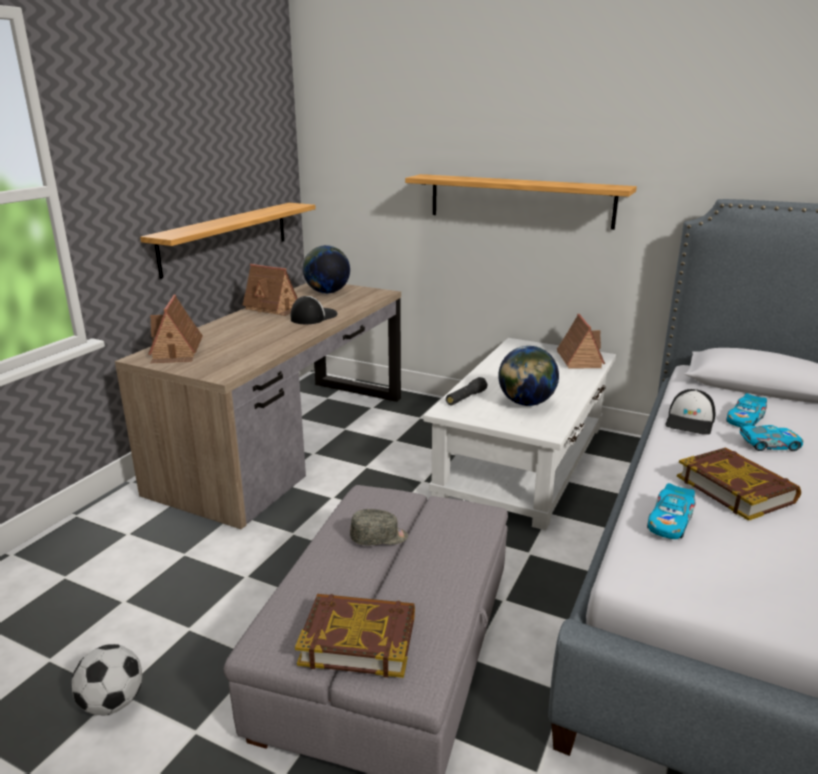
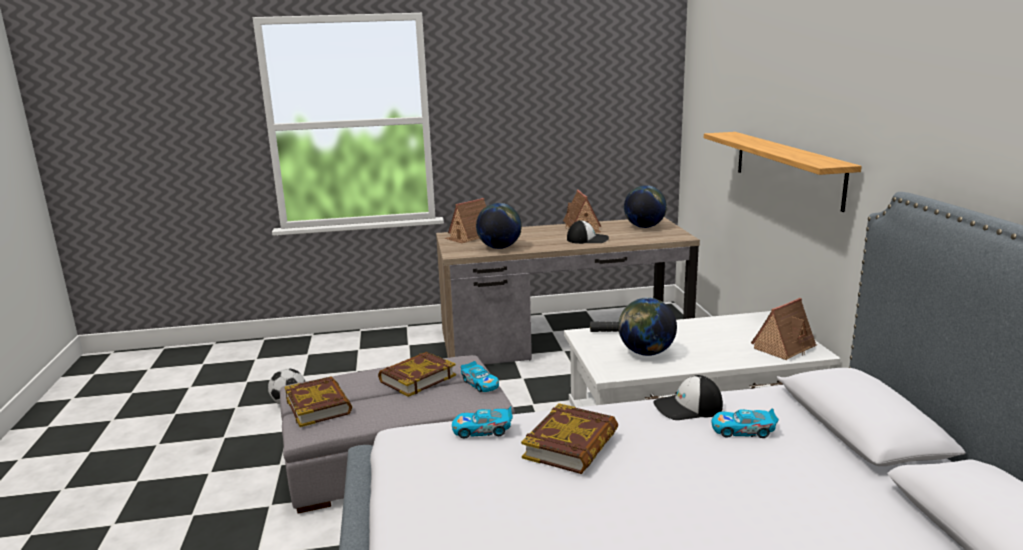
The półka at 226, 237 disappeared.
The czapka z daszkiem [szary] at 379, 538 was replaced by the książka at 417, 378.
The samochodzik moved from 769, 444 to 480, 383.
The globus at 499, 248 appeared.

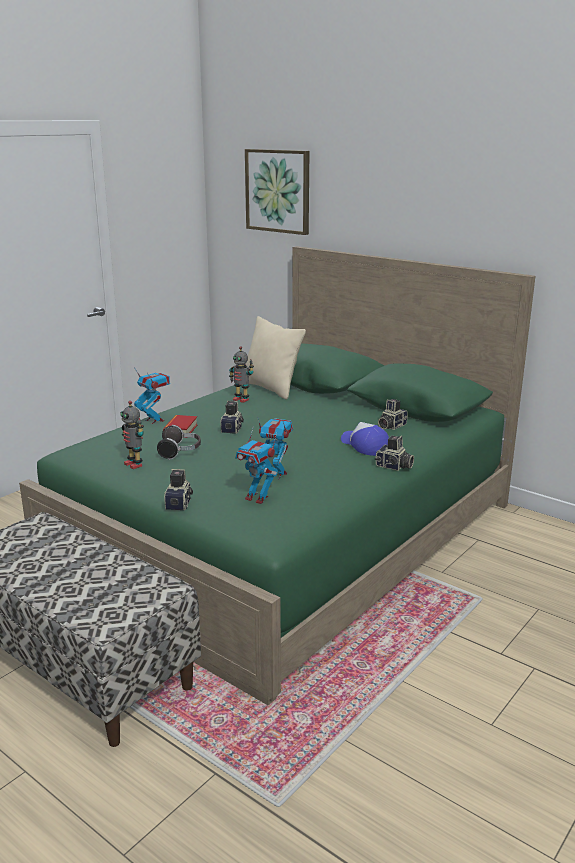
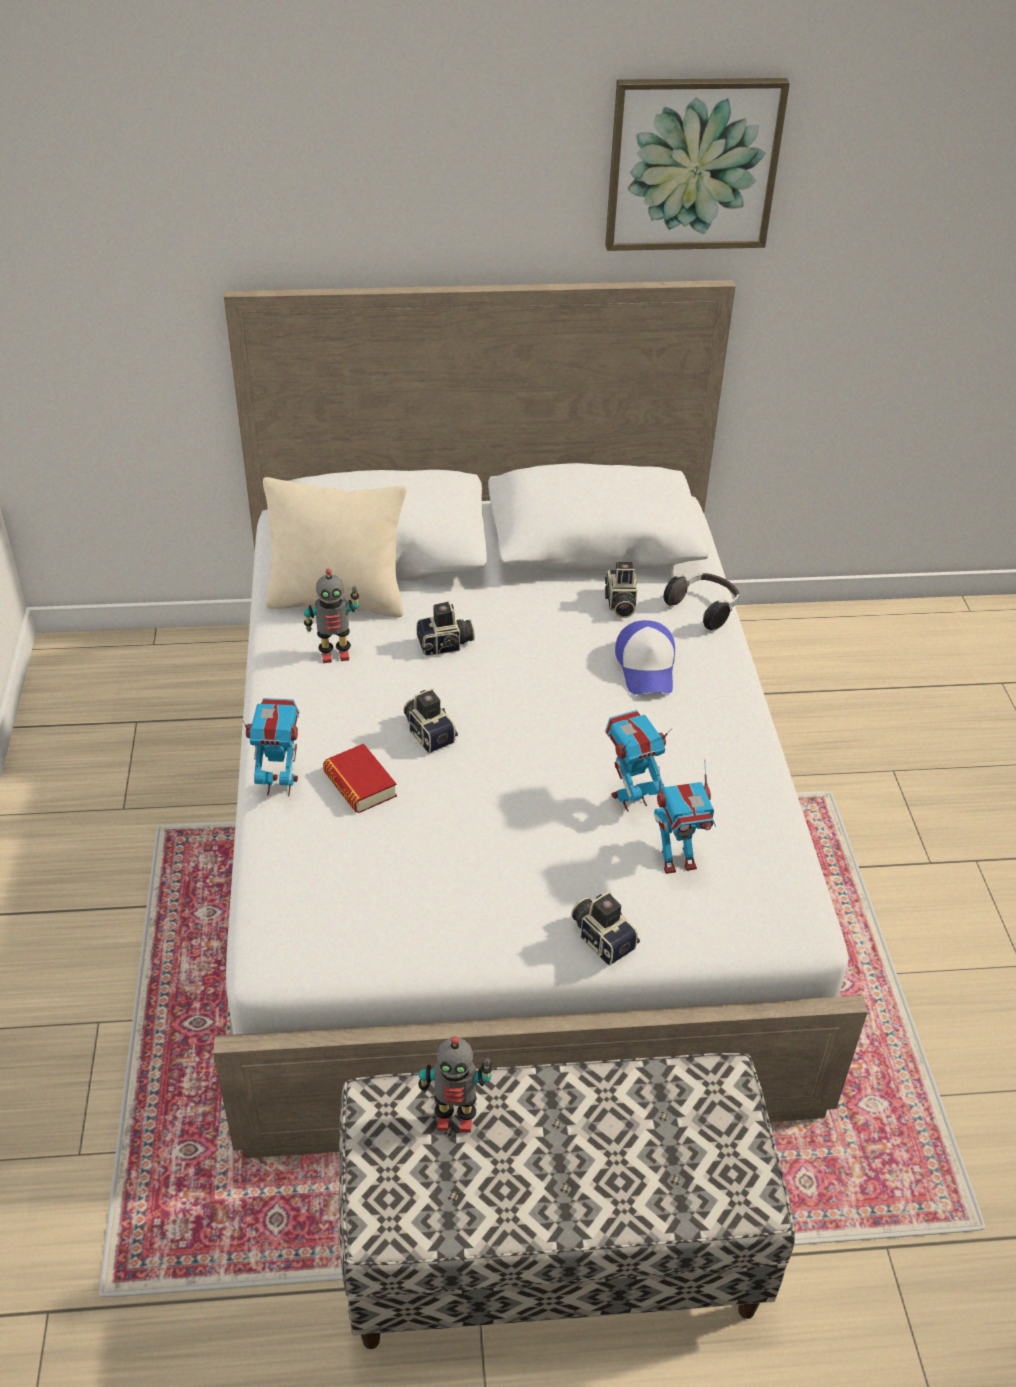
The łóżko [zielony] at 289, 535 became the łóżko [biały] at 505, 834.
The robot zabawkowy moved from 134, 464 to 455, 1118.
The słuchawki moved from 180, 452 to 704, 609.
The obraz moved from 278, 191 to 692, 164.
The czapka z daszkiem at 364, 445 turned 105 degrees counterclockwise.
The aparat fotograficzny moved from 394, 466 to 446, 645.

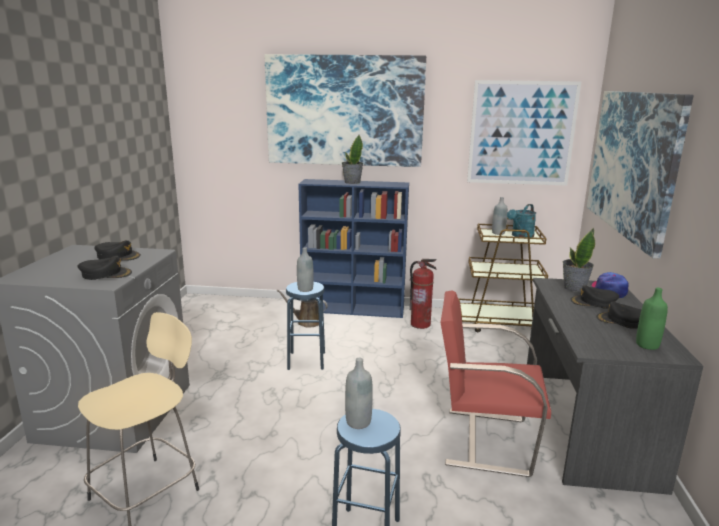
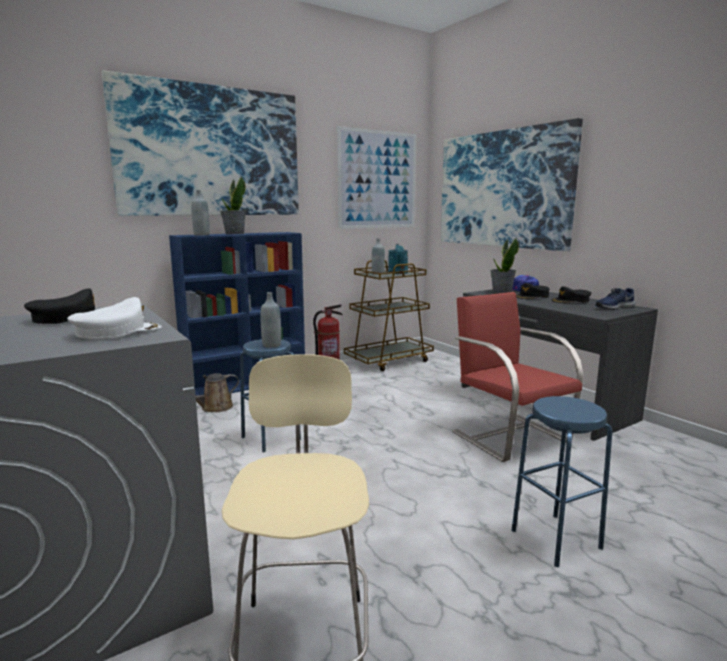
The czapka z daszkiem [czarny] at 106, 274 became the czapka z daszkiem [biały] at 117, 331.
The butelka [szary] moved from 358, 422 to 201, 235.
The krzesło [czerwony] at 484, 440 turned 90 degrees clockwise.
The butelka [zielony] at 647, 345 was replaced by the but [niebieski] at 613, 307.

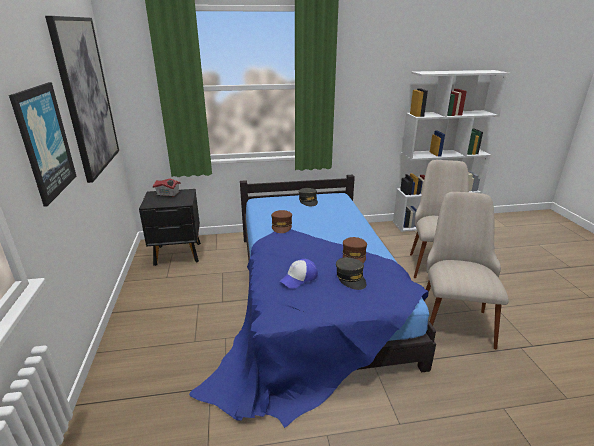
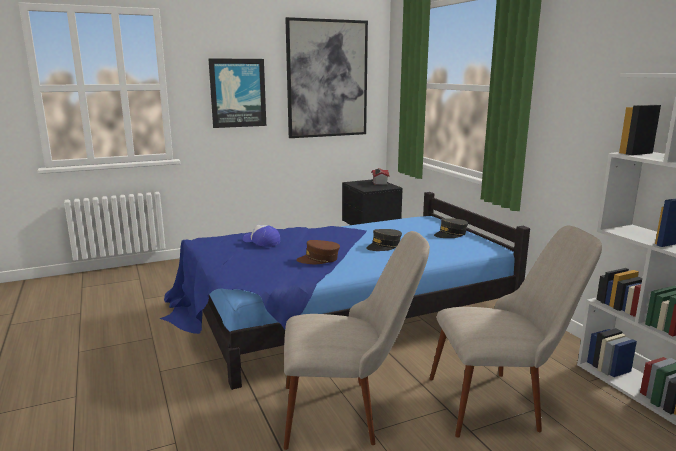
The czapka z daszkiem [brązowy] at 281, 226 disappeared.
The czapka z daszkiem [szary] moved from 351, 278 to 384, 246.

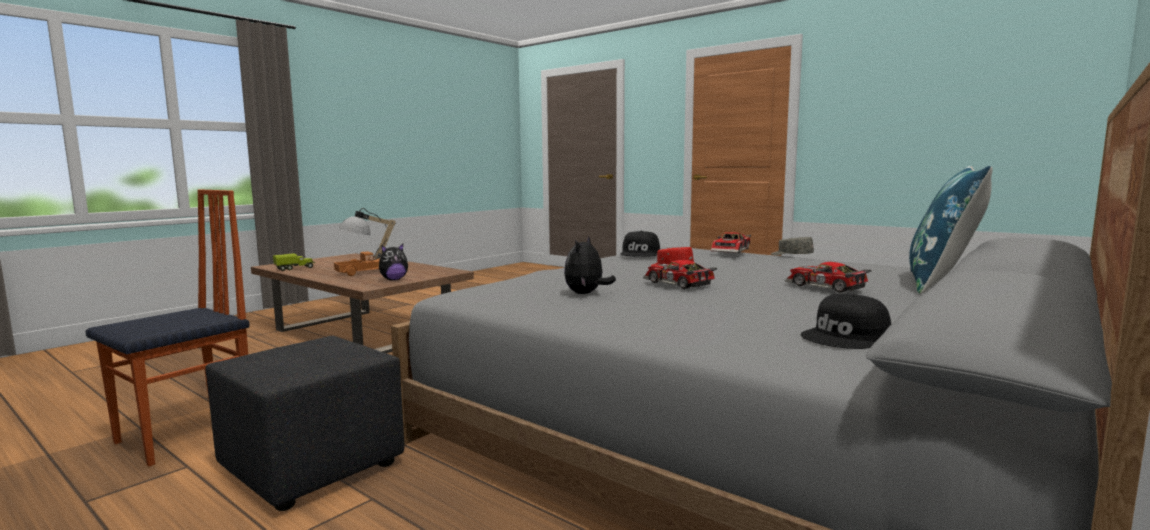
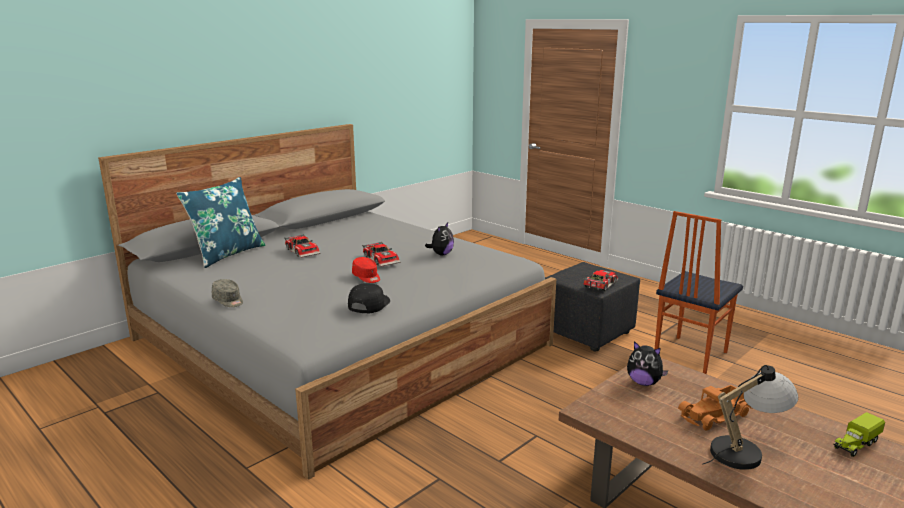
The pluszak at 393, 280 turned 120 degrees counterclockwise.
The samochodzik moved from 732, 250 to 599, 284.
The czapka z daszkiem [czarny] at 847, 337 disappeared.

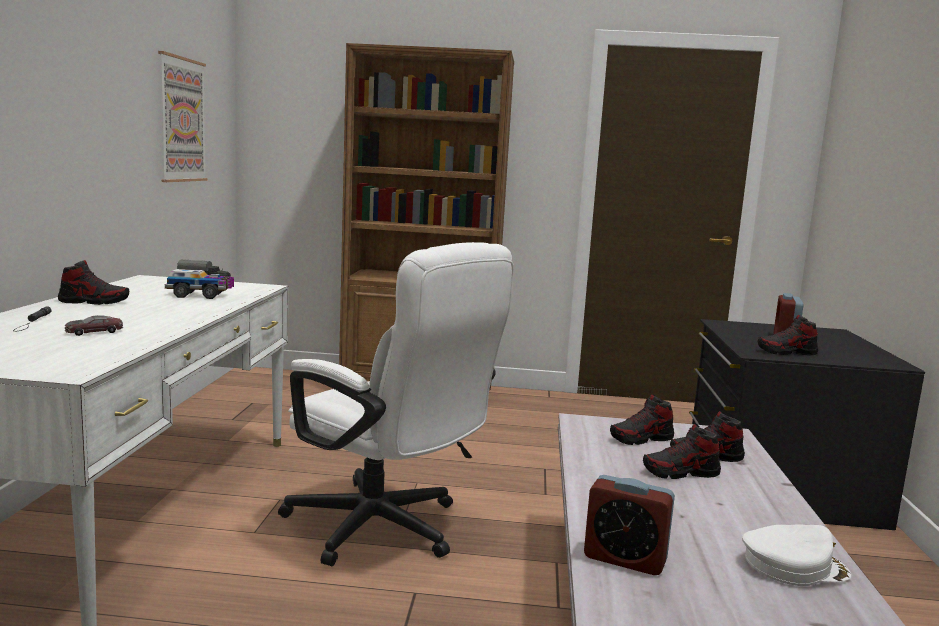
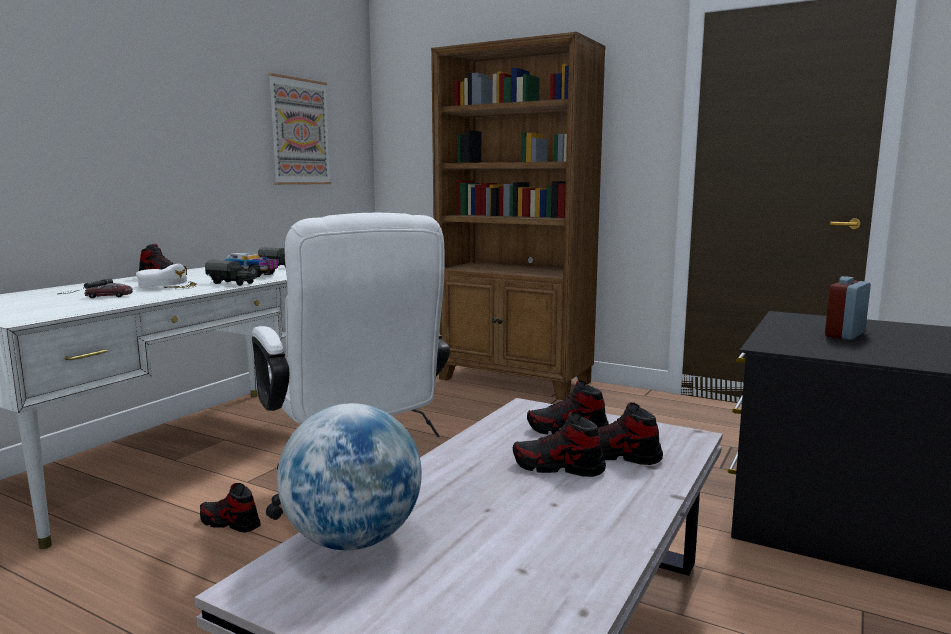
The budzik at 624, 559 was replaced by the globus at 353, 540.
The czapka z daszkiem [biały] moved from 793, 565 to 167, 286.
The but moved from 787, 352 to 230, 523.
The ciężarówka zabawkowa at 231, 283 appeared.

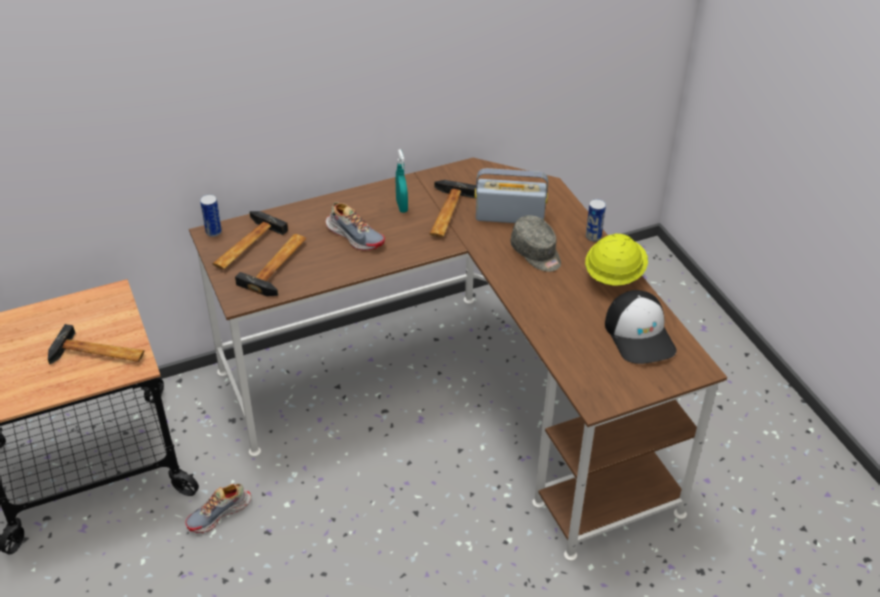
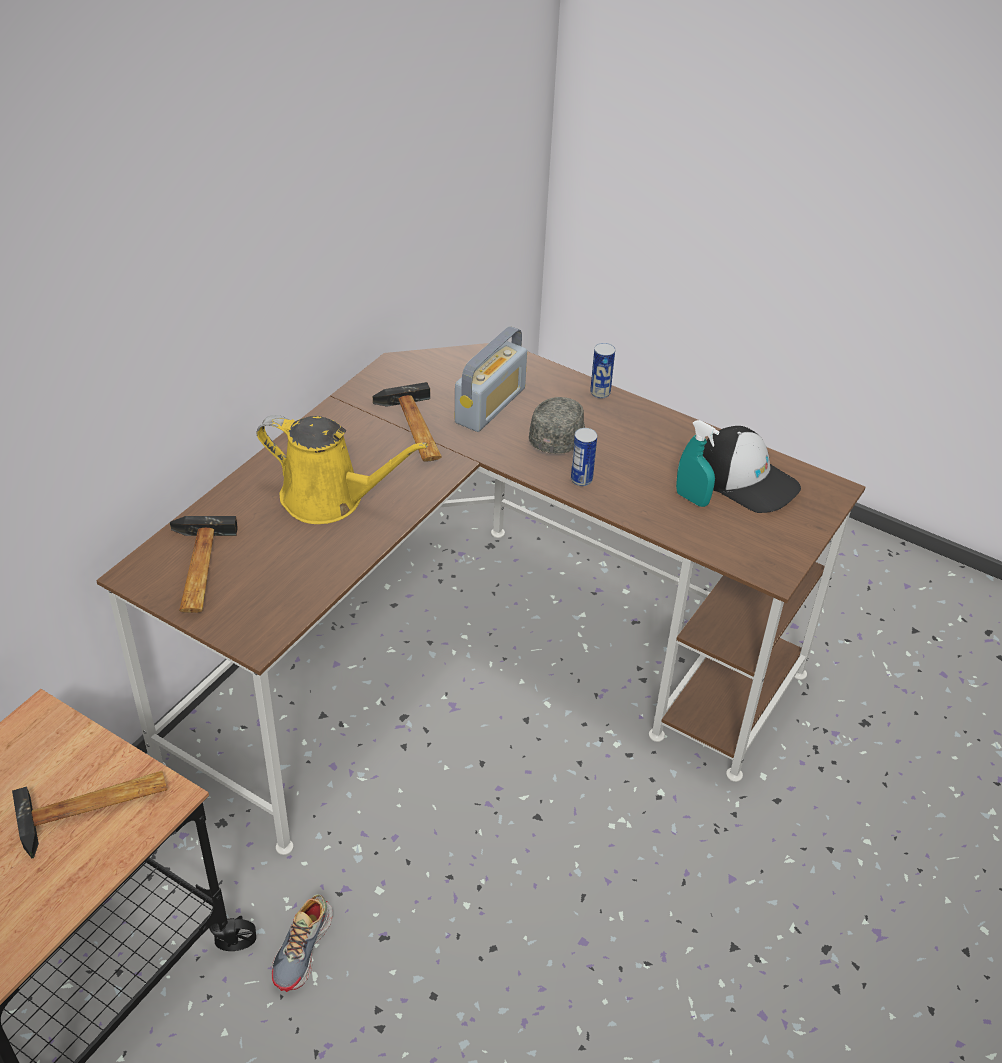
The puszka moved from 213, 232 to 581, 479.
The młotek at 279, 266 disappeared.
The but at 355, 235 was replaced by the konewka [żółty] at 330, 499.
The spryskiwacz [turkusowy] moved from 402, 206 to 692, 499.
The radio at 509, 216 turned 150 degrees clockwise.
The czapka z daszkiem [szary] at 536, 253 turned 90 degrees counterclockwise.
The kask [żółty] at 613, 275 disappeared.

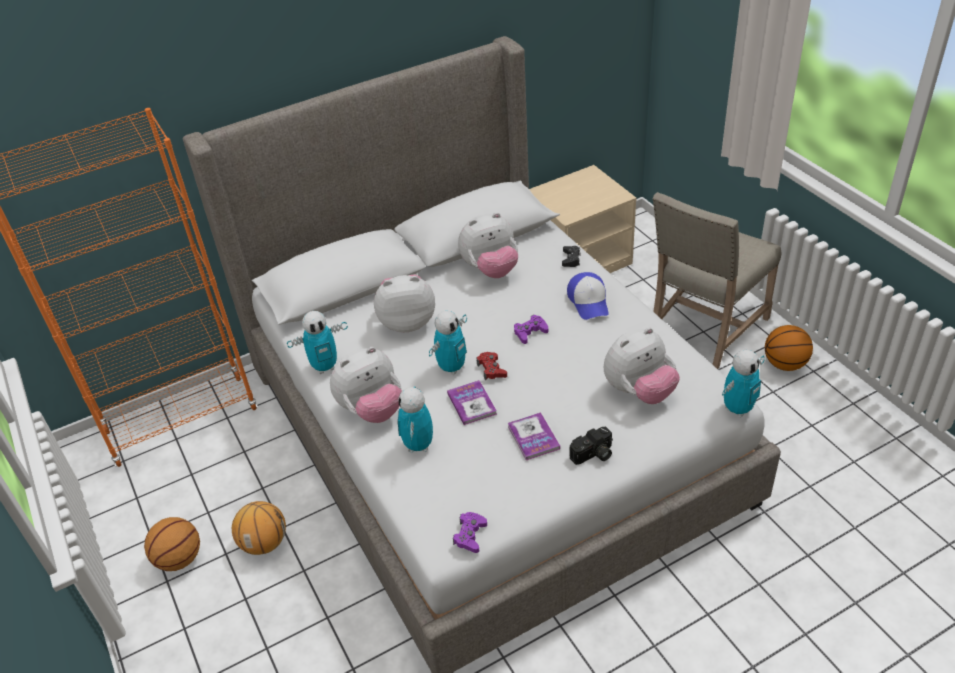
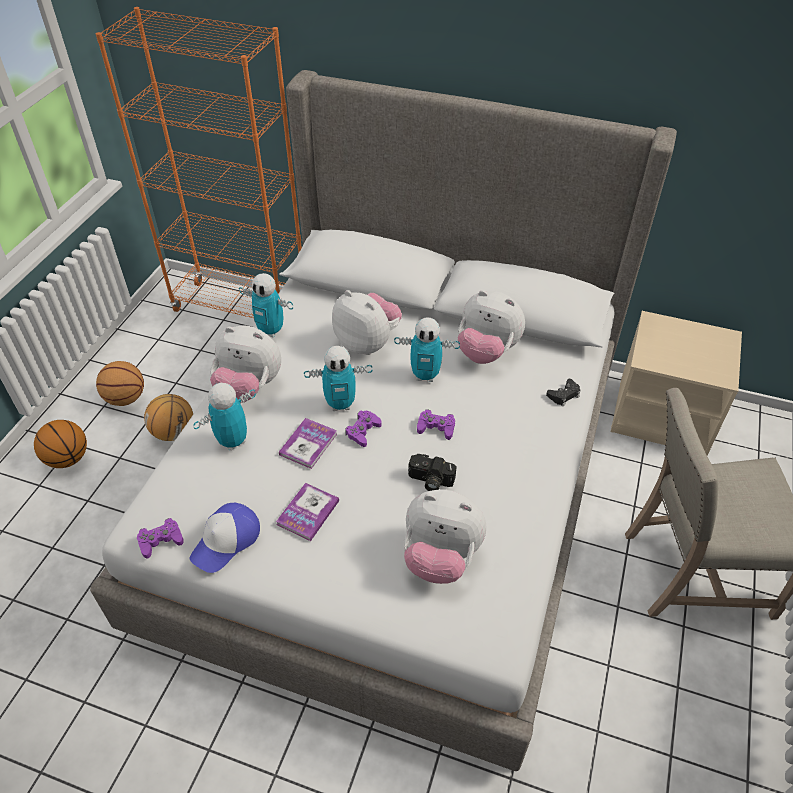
The pad do gier [czerwony] at 491, 369 became the pad do gier [fioletowy] at 363, 431.
The czapka z daszkiem moved from 589, 301 to 227, 541.
The aparat fotograficzny moved from 593, 455 to 430, 481.
The robot zabawkowy moved from 738, 409 to 425, 375.
The piłka do koszykówki moved from 784, 364 to 68, 458.

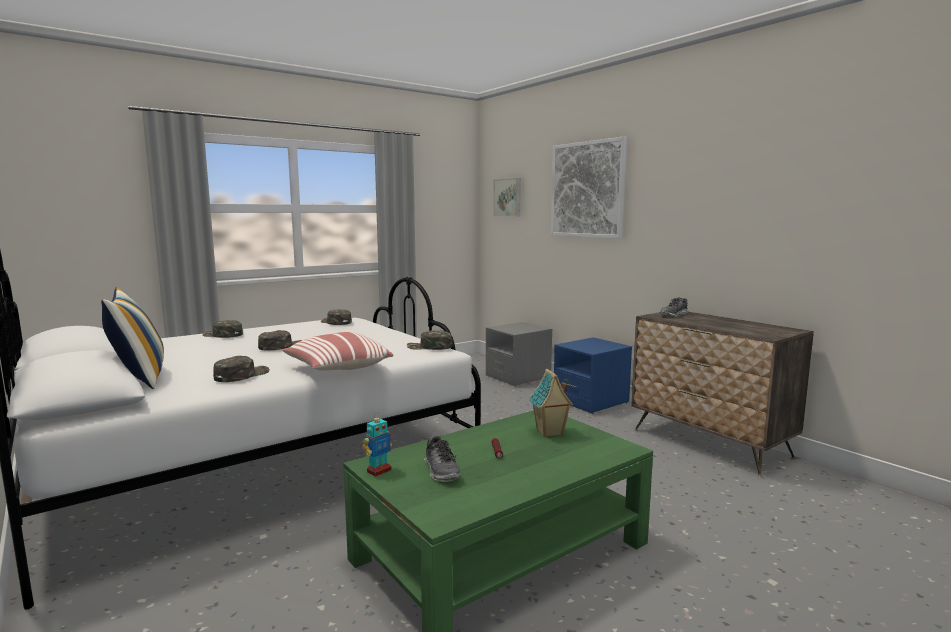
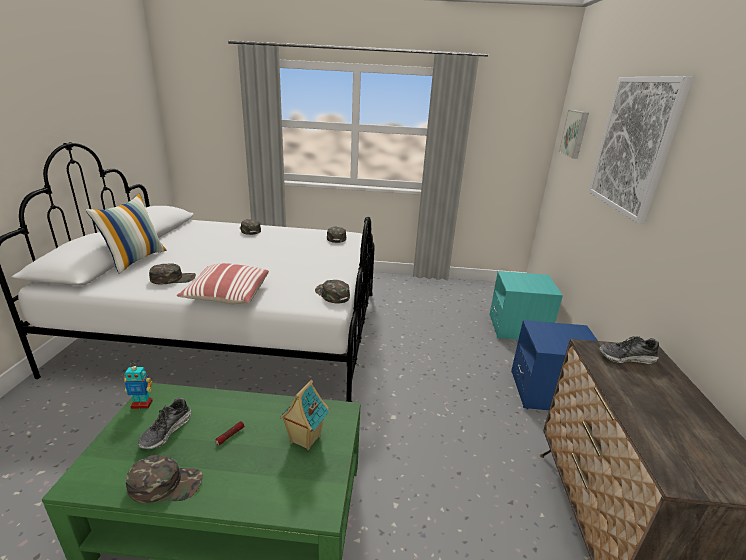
The czapka z daszkiem [zielony] moved from 281, 346 to 166, 484.
The szafka nocna [szary] at 518, 377 became the szafka nocna [turkusowy] at 518, 328.

